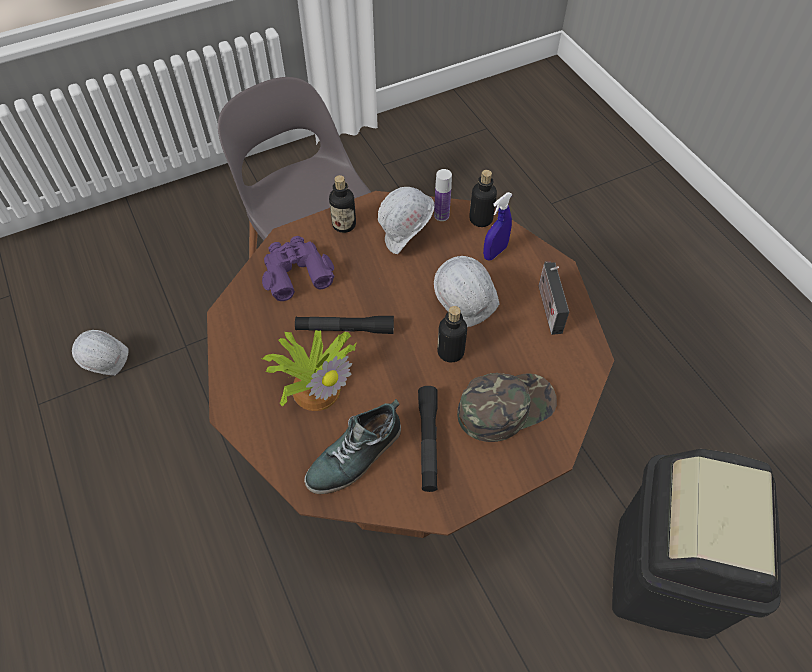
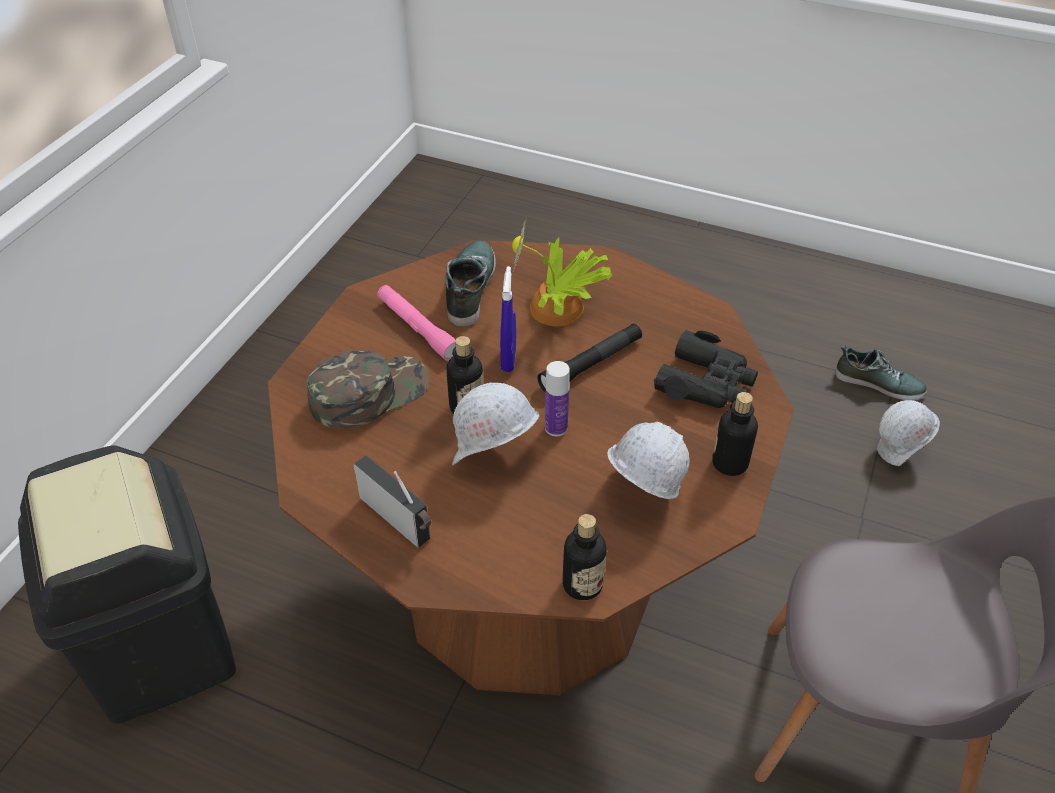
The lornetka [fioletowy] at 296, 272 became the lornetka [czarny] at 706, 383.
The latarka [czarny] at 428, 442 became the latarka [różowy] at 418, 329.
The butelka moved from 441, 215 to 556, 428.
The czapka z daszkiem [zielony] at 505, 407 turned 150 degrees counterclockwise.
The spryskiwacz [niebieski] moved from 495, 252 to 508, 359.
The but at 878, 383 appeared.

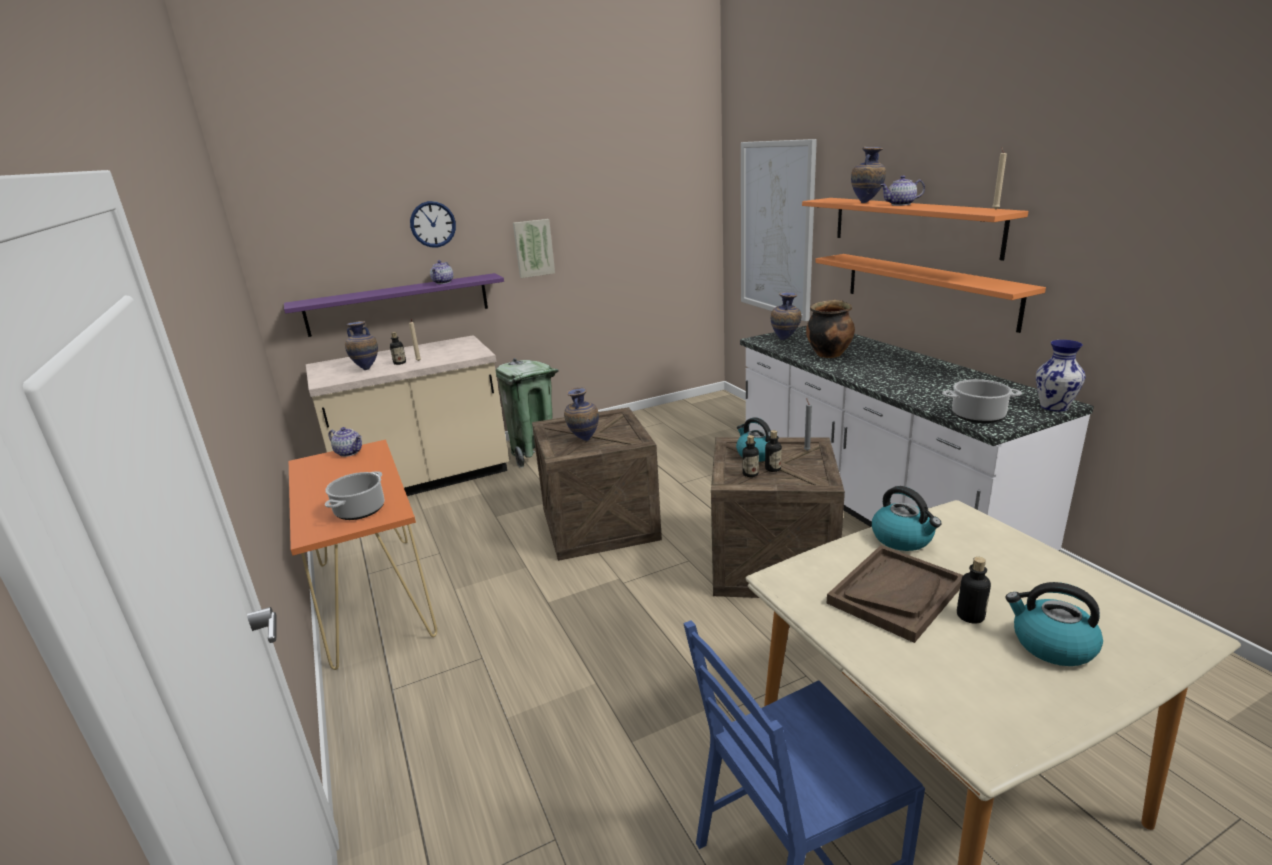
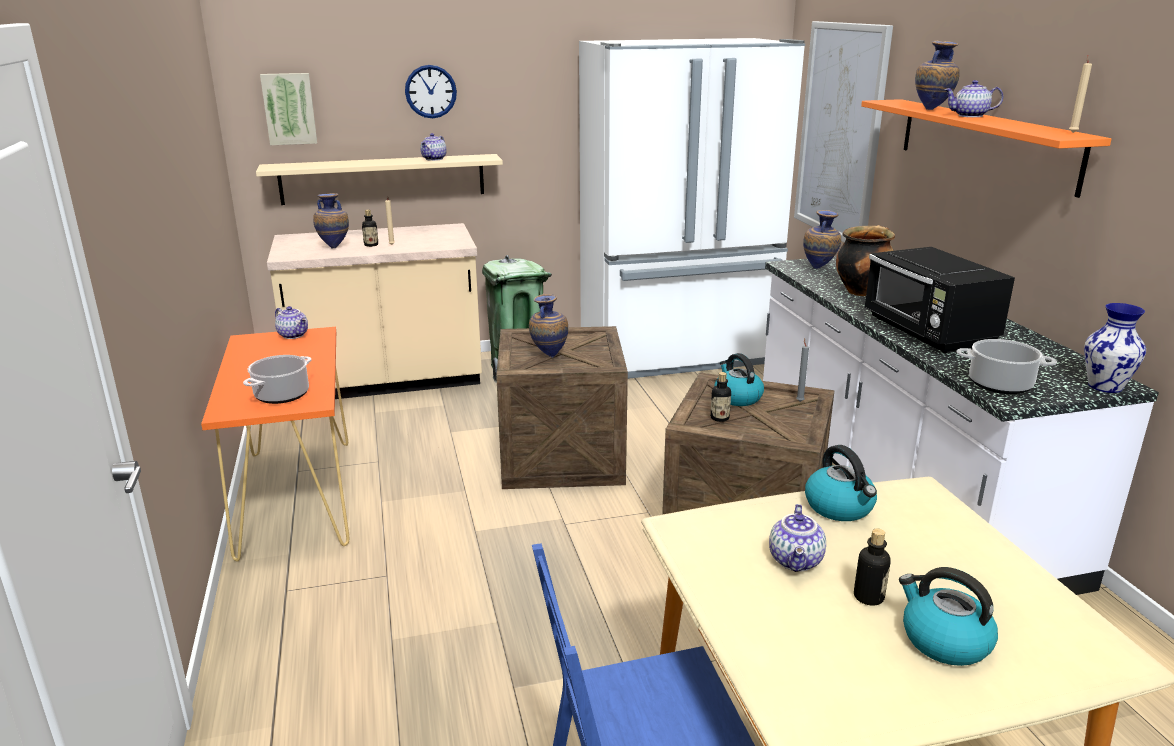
The półka [fioletowy] at 398, 304 became the półka [beżowy] at 383, 179.
The obraz moved from 533, 248 to 289, 109.
The butelka at 773, 469 disappeared.
The półka [pomarańczowy] at 927, 289 disappeared.
The taca [brązowy] at 895, 593 was replaced by the imbryk at 797, 561.
The lodówka [biały] at 678, 356 appeared.
The mikrofalówka [czarny] at 928, 333 appeared.

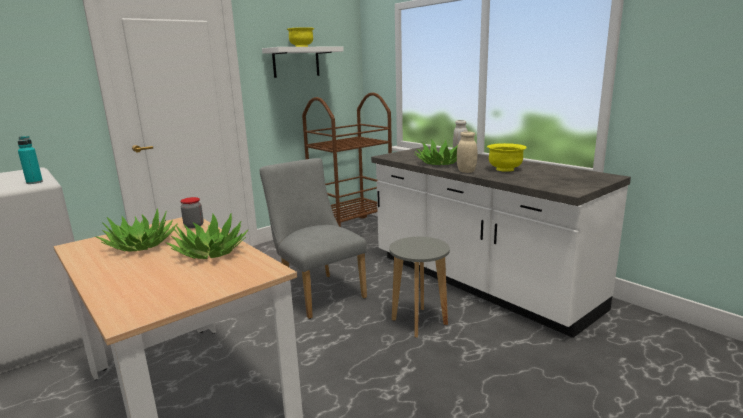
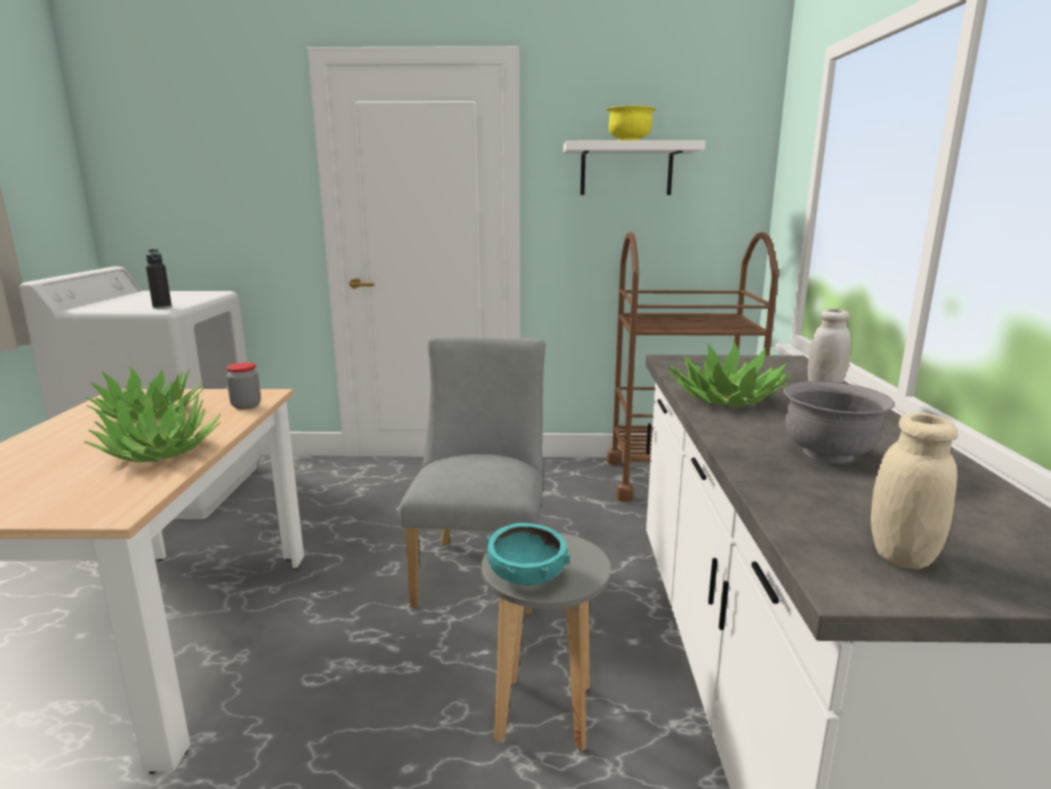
The butelka [turkusowy] at 34, 182 became the butelka [czarny] at 162, 307.
The słoik [beżowy] moved from 466, 171 to 901, 555.
The miska [żółty] at 505, 169 became the miska [szary] at 828, 454.
The miska [turkusowy] at 526, 575 appeared.

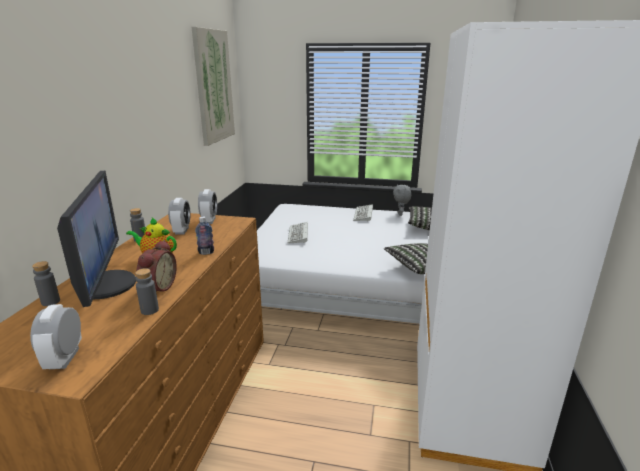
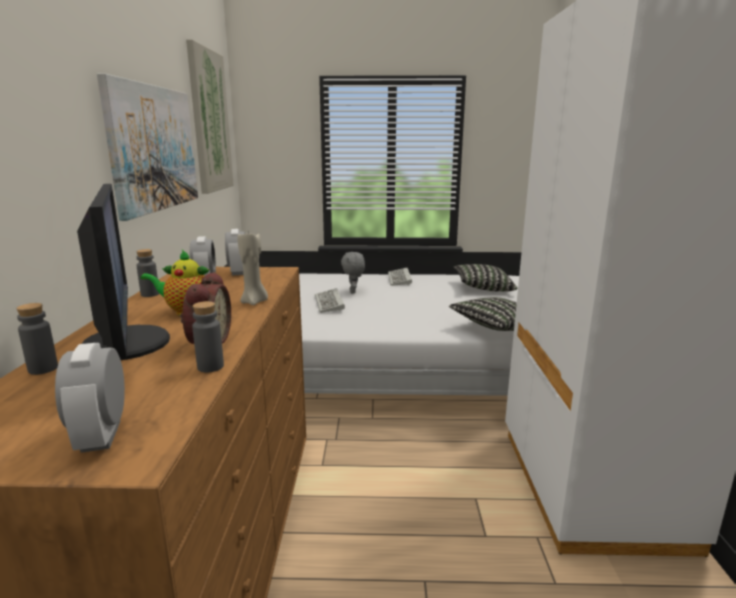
The butelka at 206, 252 was replaced by the świeca [beżowy] at 254, 302.
The pluszak [szary] moved from 400, 214 to 353, 292.
The obraz at 154, 148 appeared.

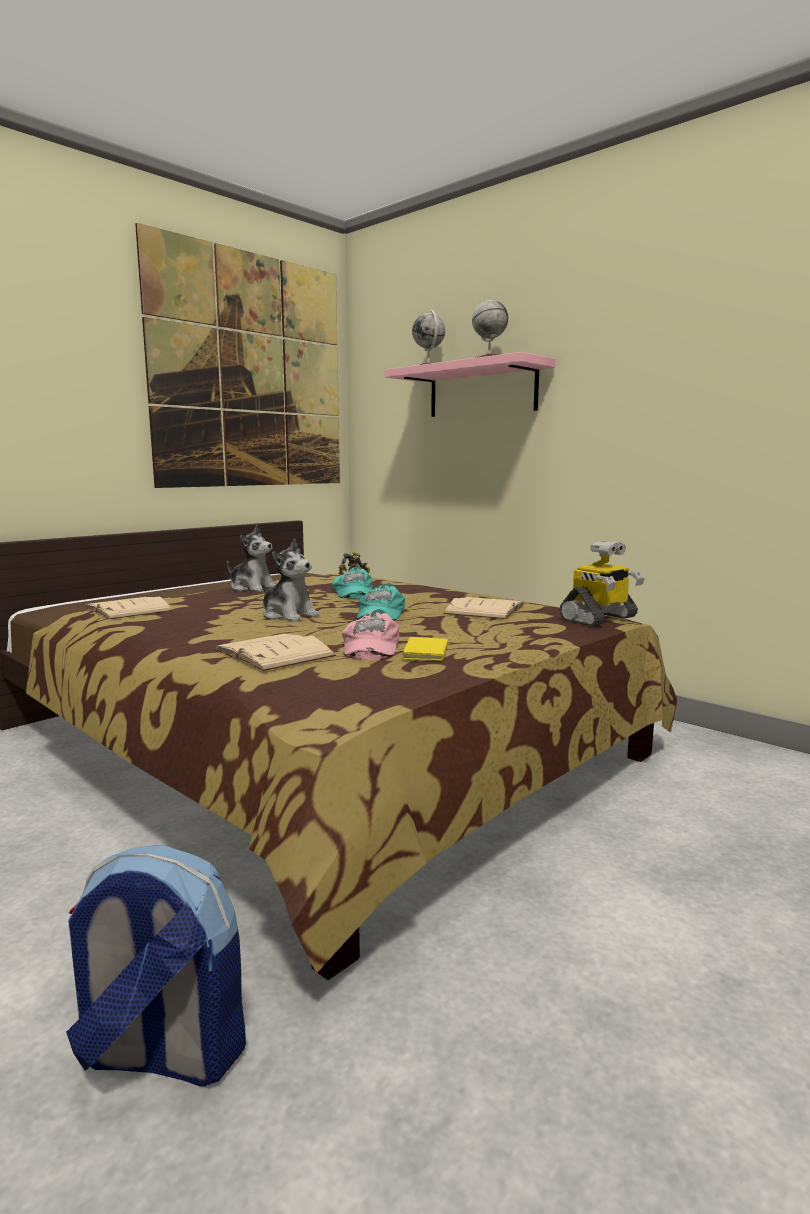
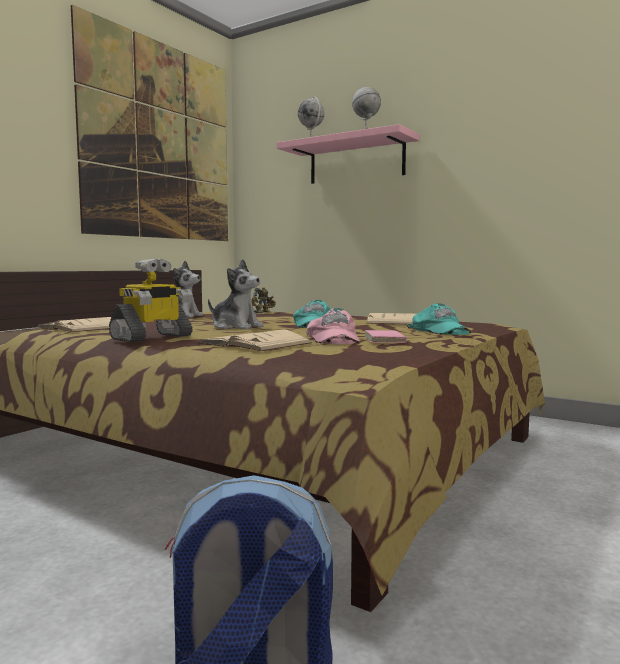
The czapka z daszkiem [turkusowy] moved from 353, 592 to 439, 330.
The książka [żółty] at 428, 653 became the książka [różowy] at 386, 340.
The robot zabawkowy moved from 599, 619 to 152, 338.

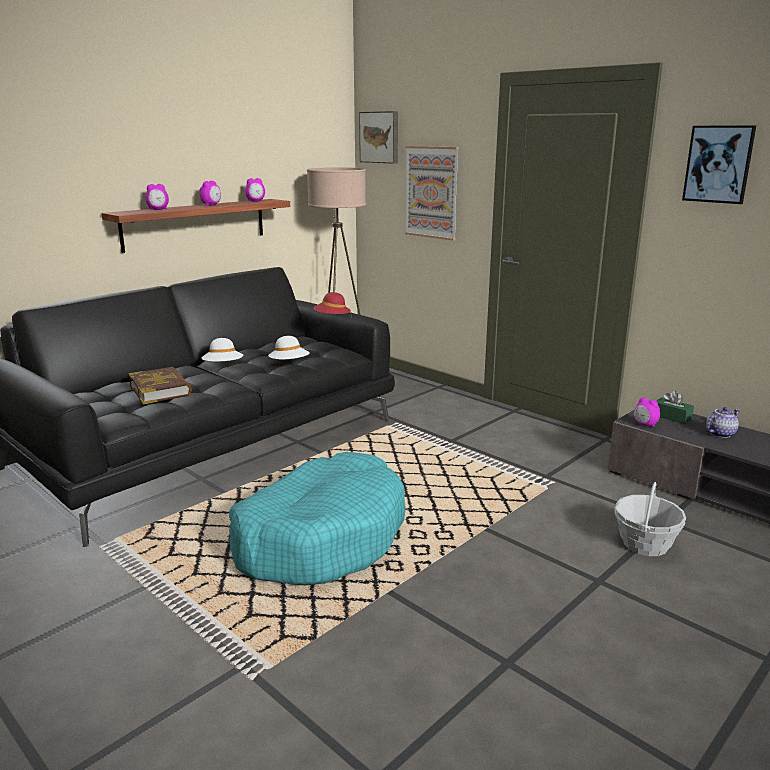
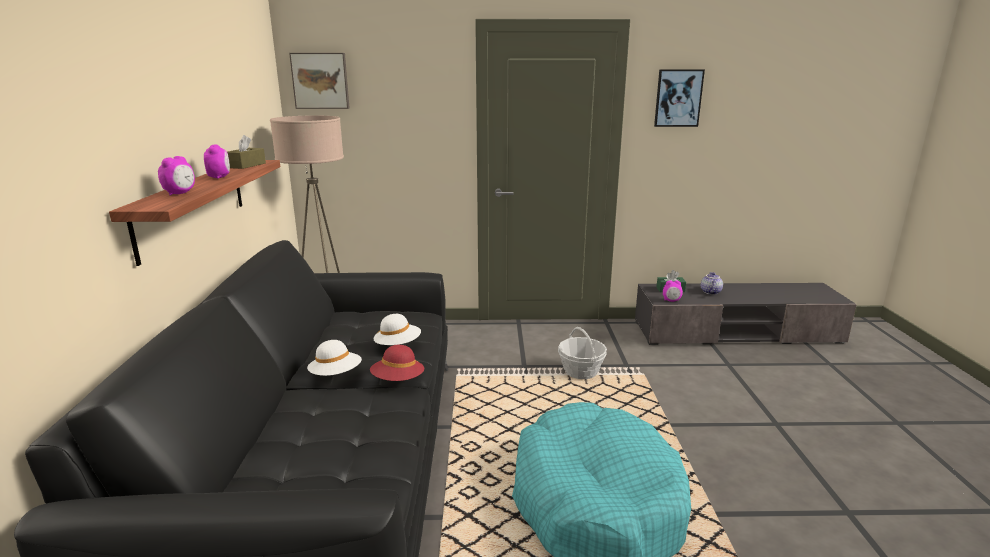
The książka at 161, 390 disappeared.
The budzik at 255, 201 was replaced by the pudełko chusteczek [brązowy] at 246, 165.
The kapelusz [czerwony] moved from 332, 318 to 398, 380.
The obraz at 431, 192 disappeared.
The koszyk moved from 645, 544 to 581, 372.

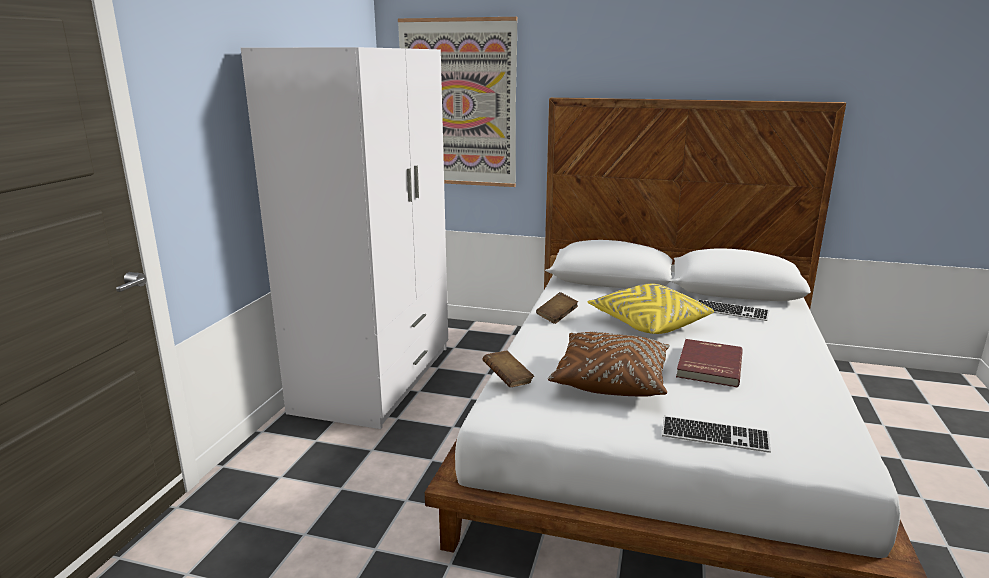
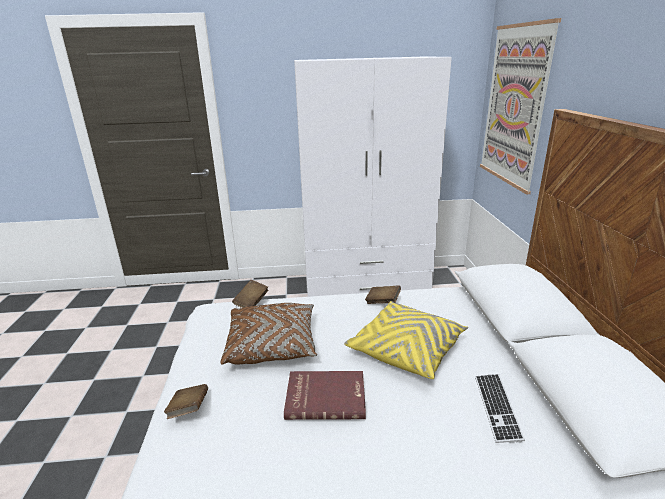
The klawiatura at 714, 436 was replaced by the książka [brązowy] at 189, 409.

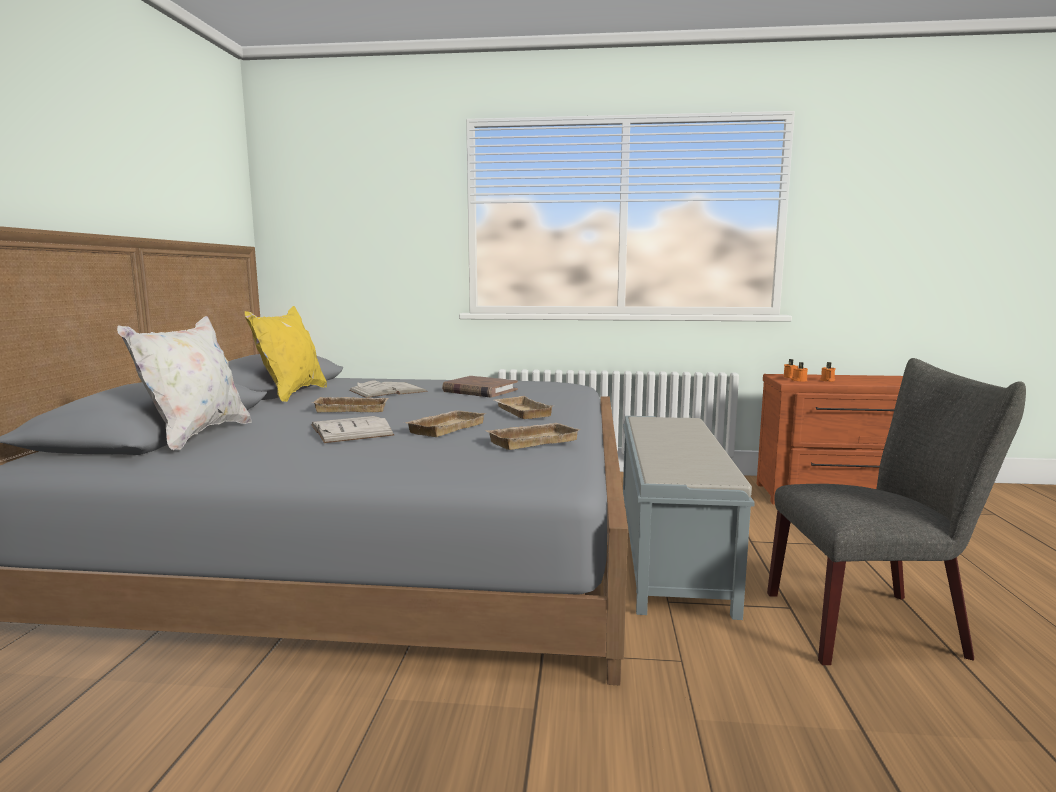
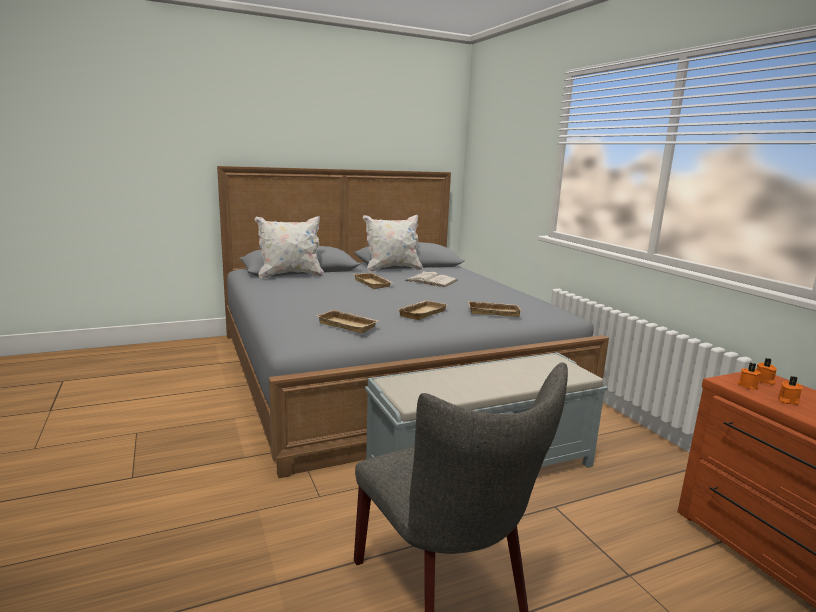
The poduszka [żółty] at 291, 394 became the poduszka [biały] at 392, 269.
The książka [biały] at 351, 430 disappeared.
The taca [beżowy] moved from 445, 428 to 494, 312.
The książka [brązowy] at 480, 390 disappeared.

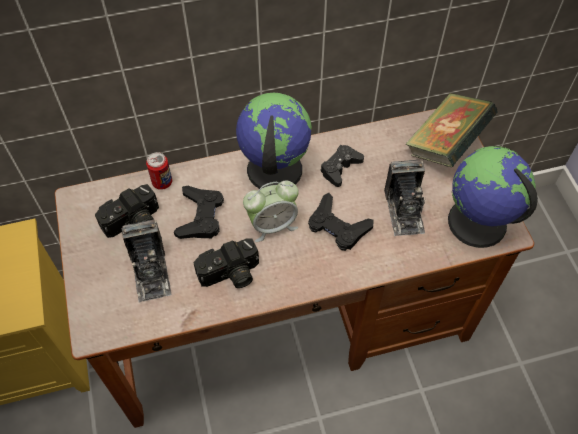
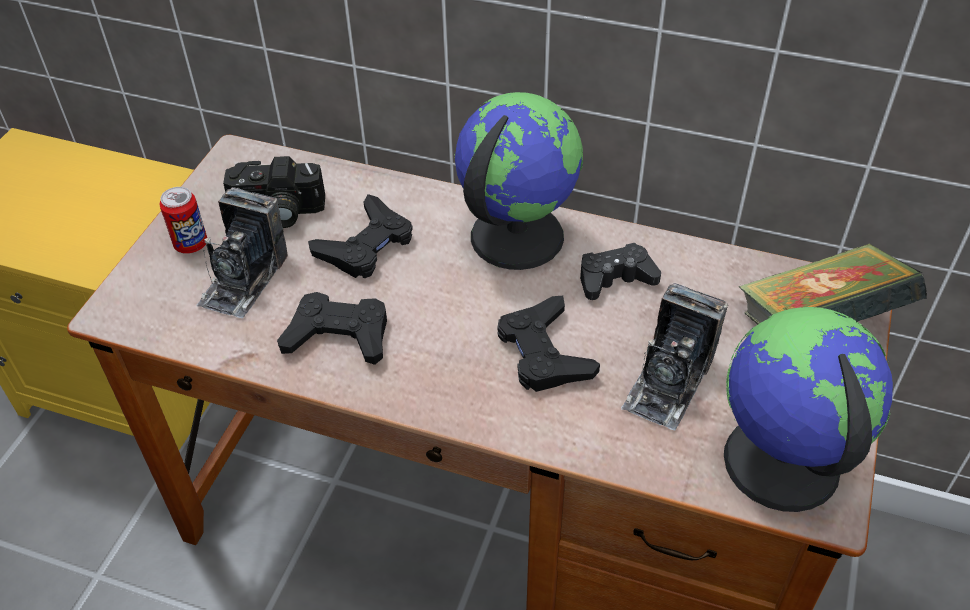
The puszka moved from 162, 182 to 191, 244.
The aparat fotograficzny at 230, 275 was replaced by the pad do gier [czarny] at 338, 335.
The budzik at 272, 225 disappeared.

